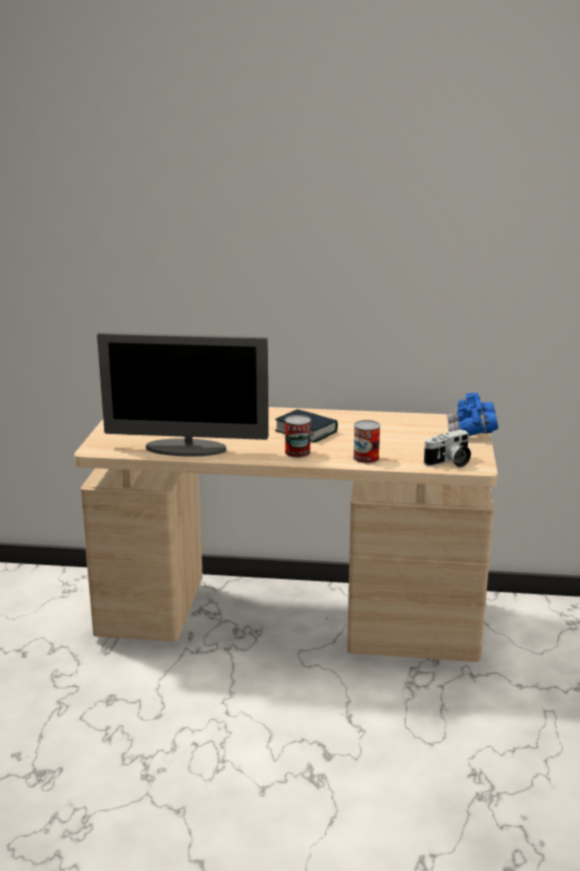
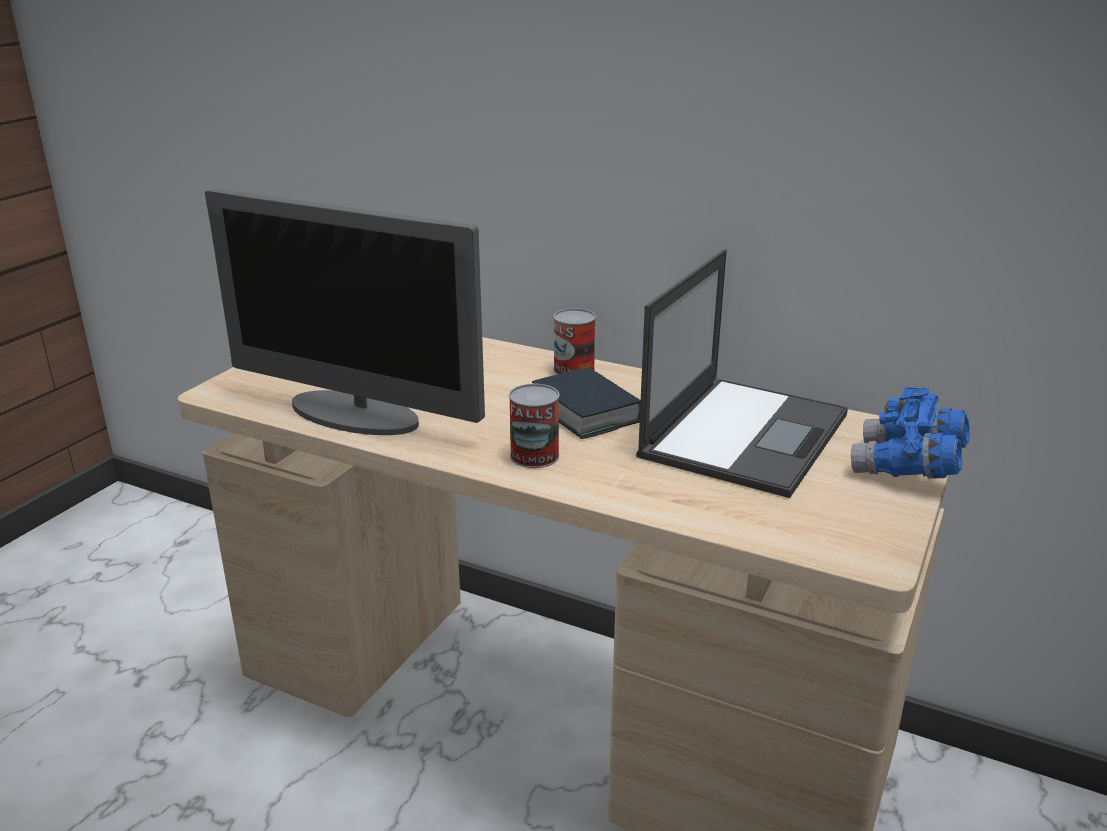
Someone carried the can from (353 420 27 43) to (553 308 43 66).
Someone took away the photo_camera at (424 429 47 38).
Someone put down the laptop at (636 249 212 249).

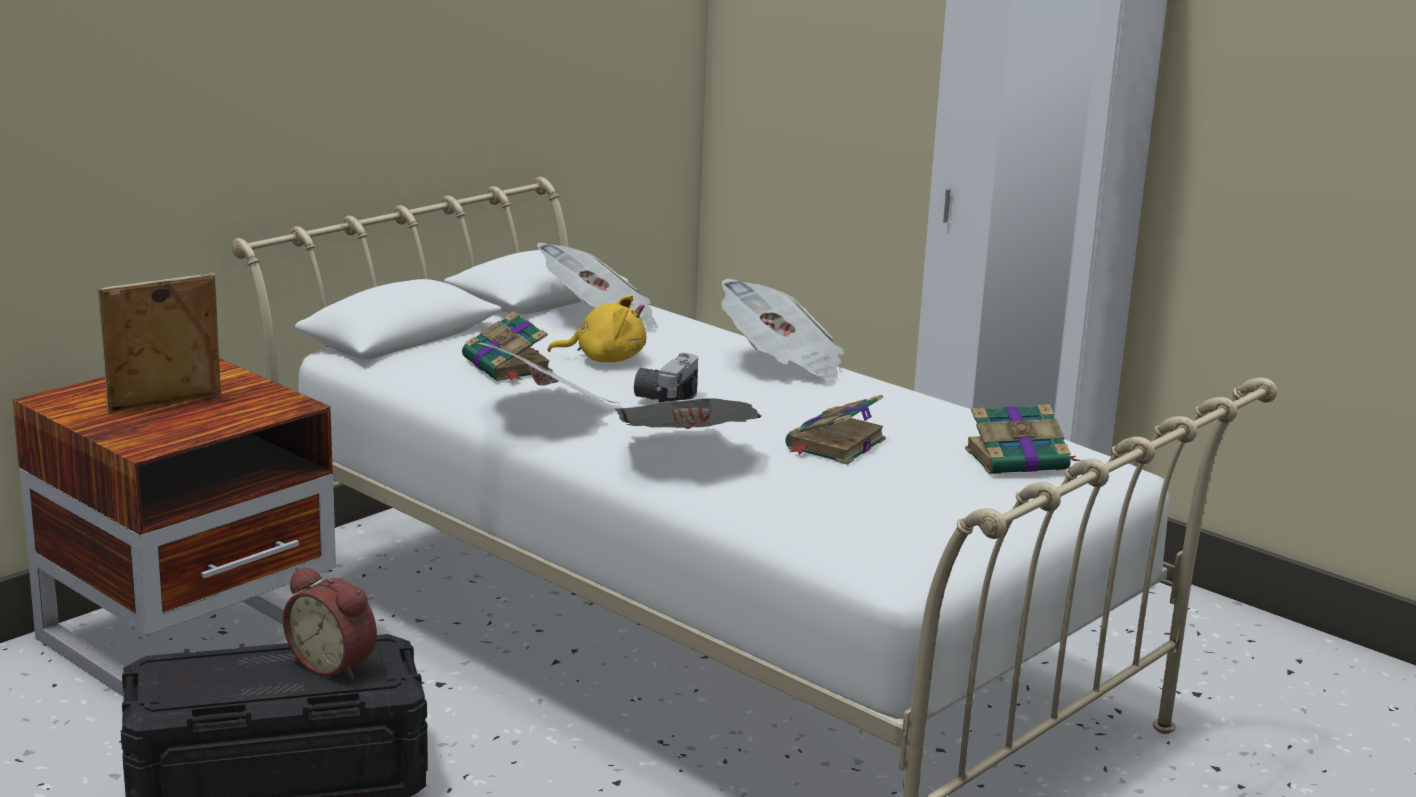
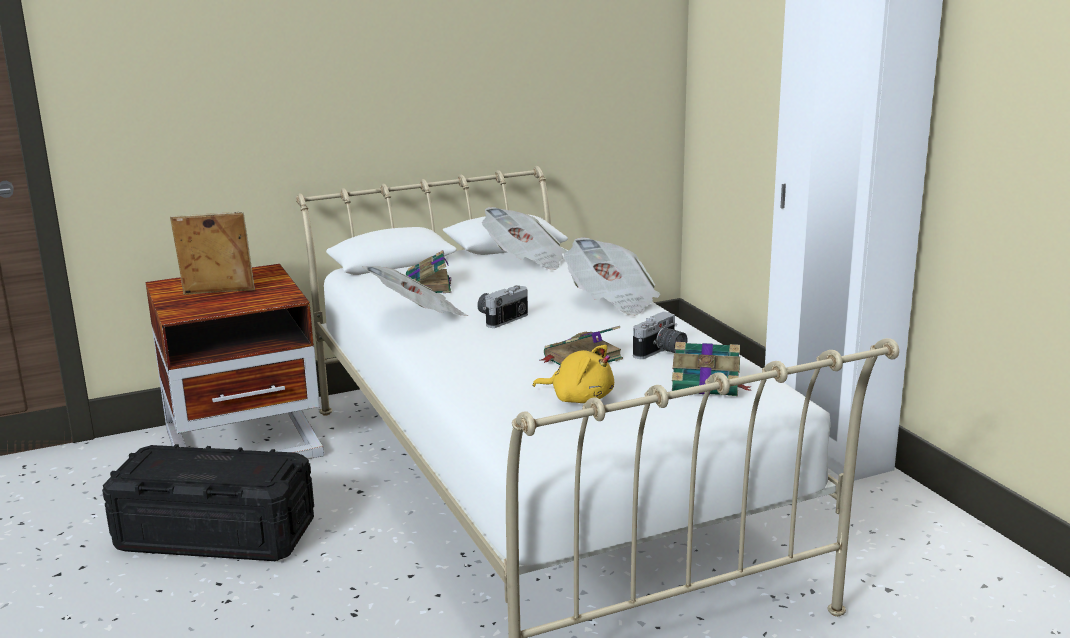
Someone carried the yellow_plush_toy from (548 295 98 67) to (533 345 81 58).
Someone took away the newspaper at (615 398 146 31).
Someone took away the alarm_clock at (283 567 94 113).
Someone put down the photo_camera at (633 311 54 48).

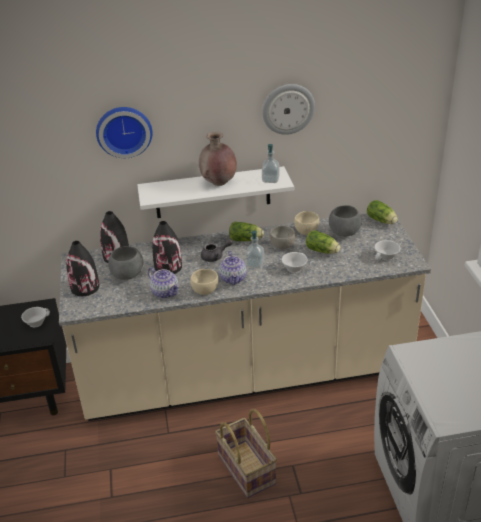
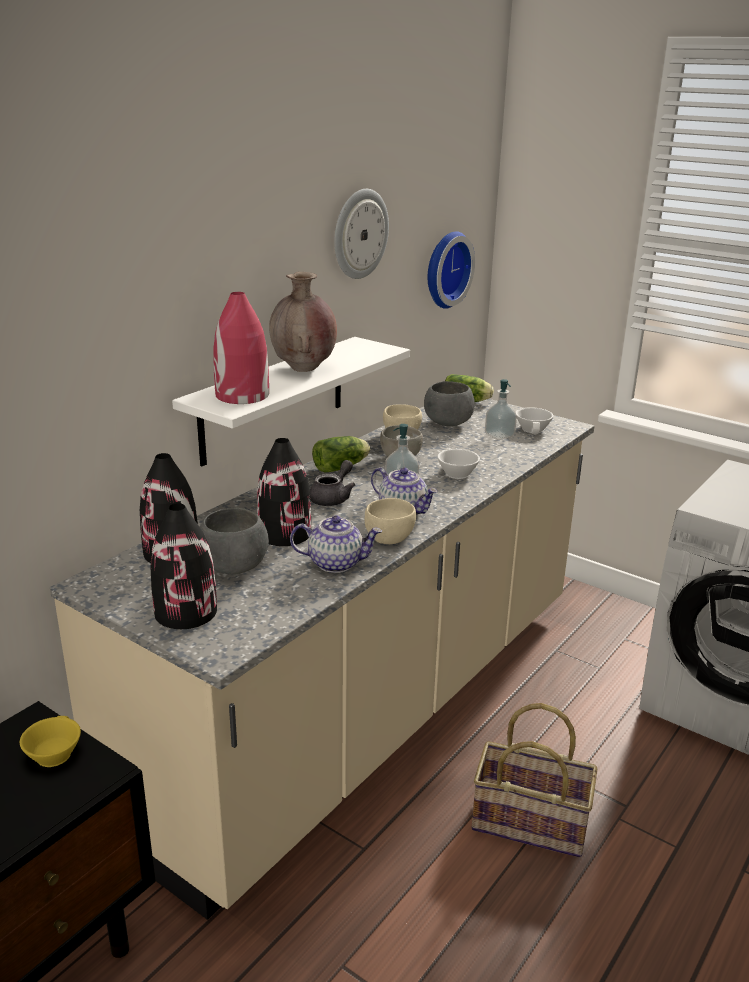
Someone carried the wall_clock from (96 107 56 51) to (428 231 47 78).
Someone carried the soap_dispenser from (262 144 18 39) to (485 379 32 61).
Someone took away the lettuce at (306 230 34 24).
Someone repainted the white_cup at (21 307 29 20), which became the yellow_cup at (20 716 61 51).
Someone put down the red_vase at (213 292 56 112).

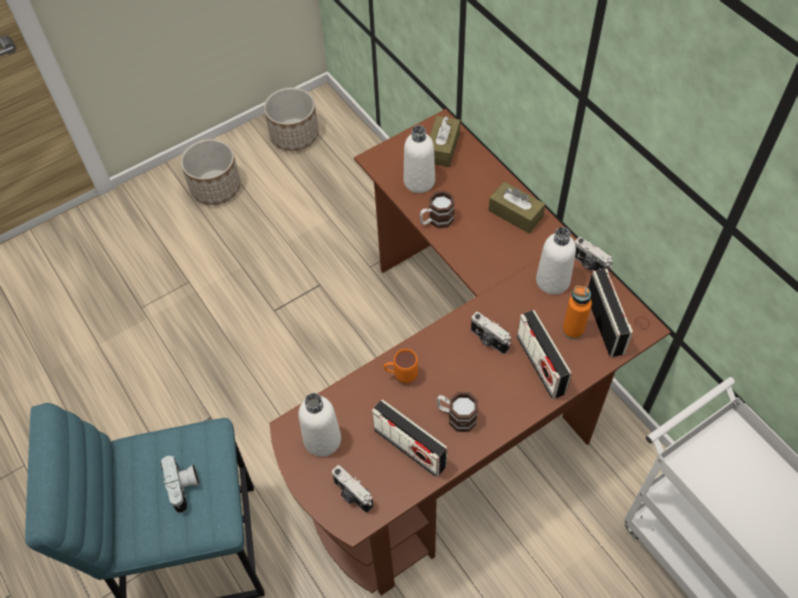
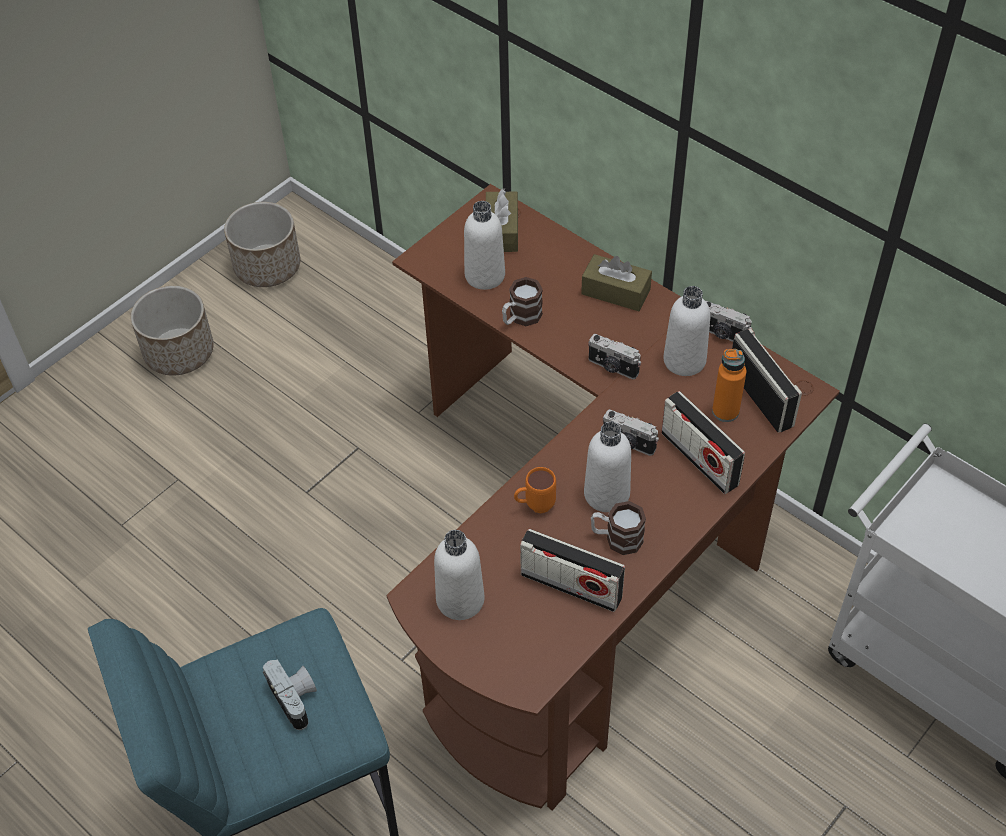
Someone carried the photo_camera from (332 465 41 48) to (588 334 53 45).
Someone put down the white_bottle at (584 422 47 90).

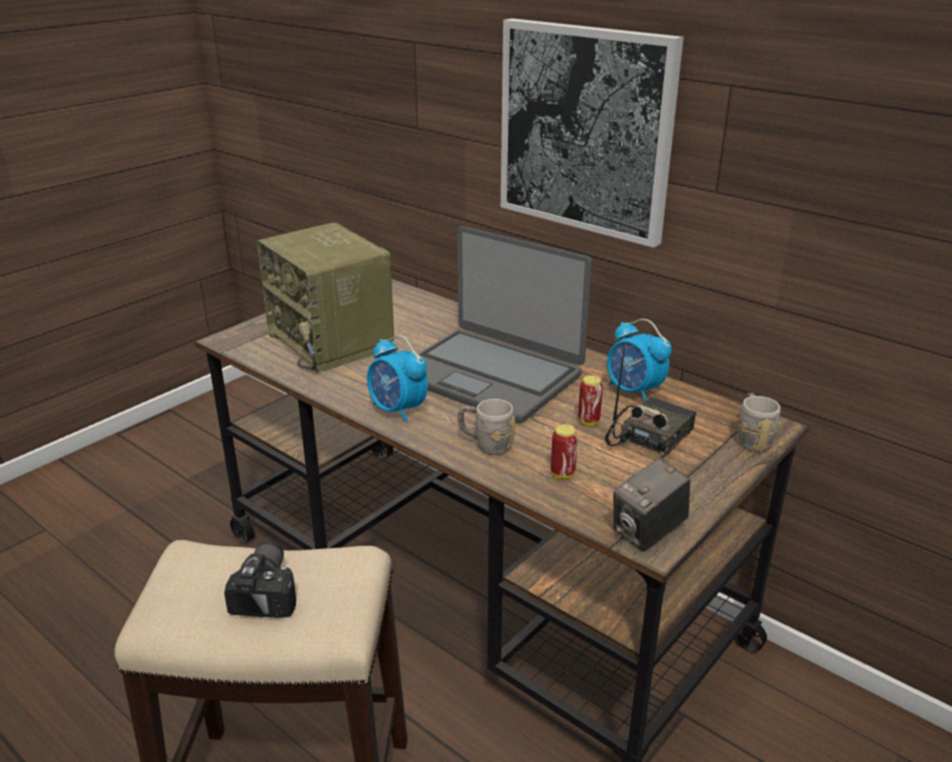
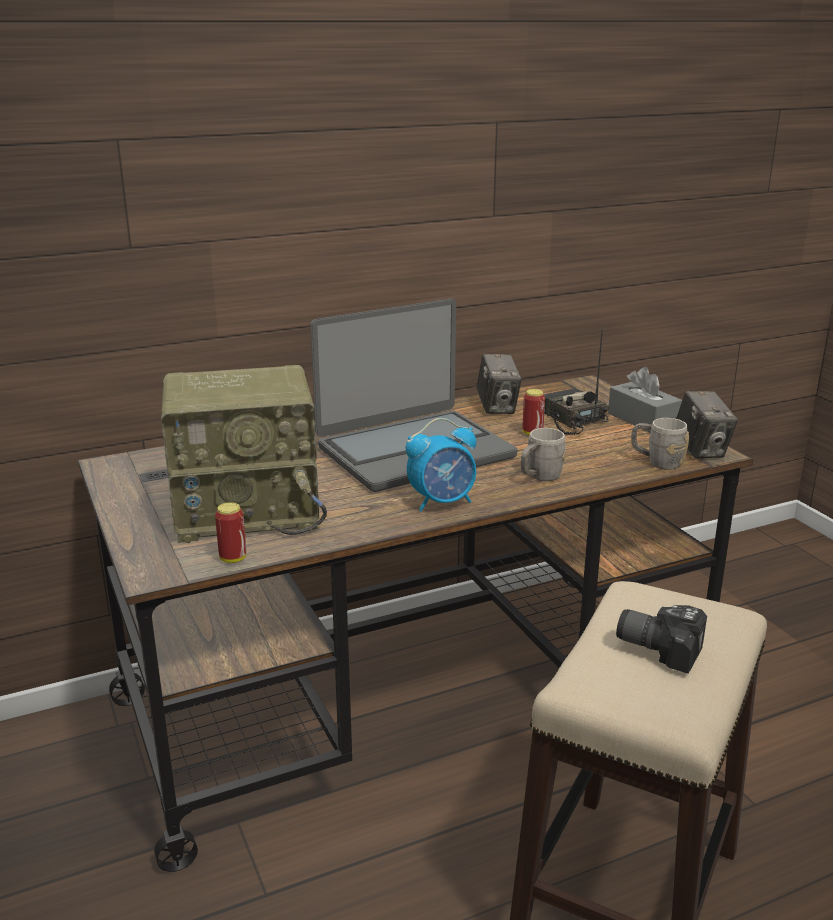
Someone took away the picture at (501 18 183 230).
Someone swapped the alarm_clock at (607 319 65 82) for the photo_camera at (477 354 45 60).
Someone carried the grey_mug from (738 393 43 59) to (631 418 58 52).
Someone carried the can from (551 424 27 55) to (215 502 31 61).
Someone put down the grey_tissue_box at (608 367 74 66).

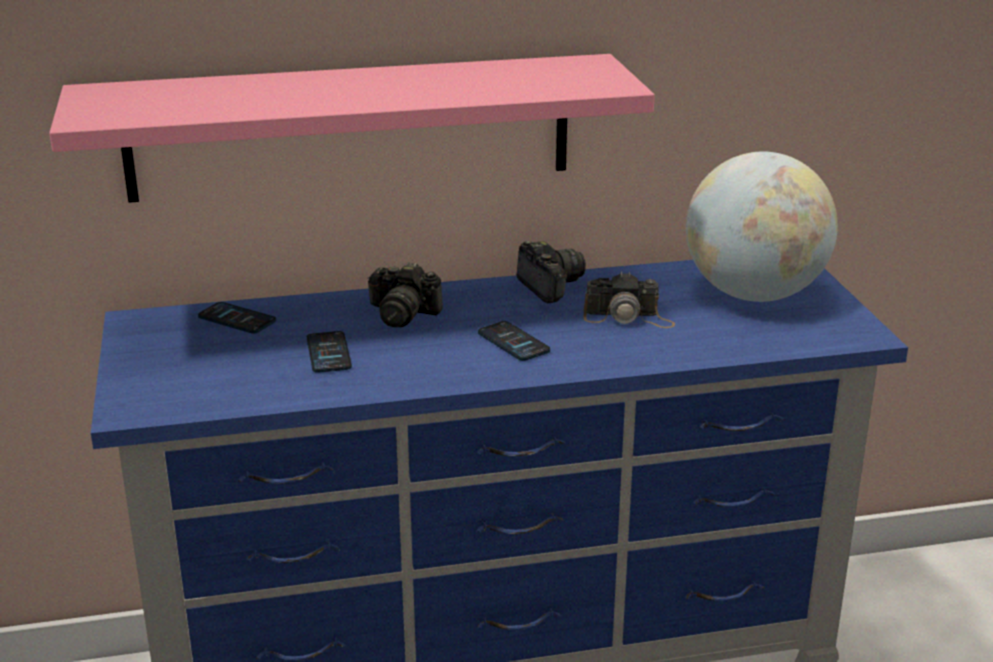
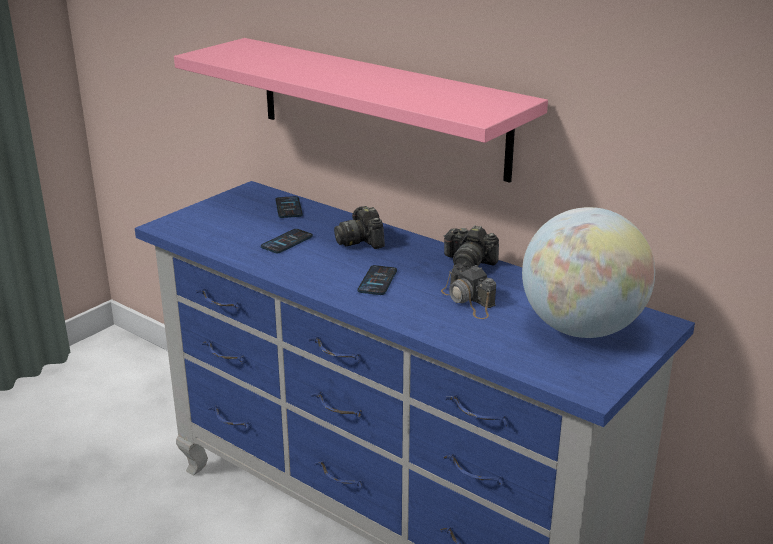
Someone rotated the photo_camera at (517 241 69 62) by 90 degrees clockwise.

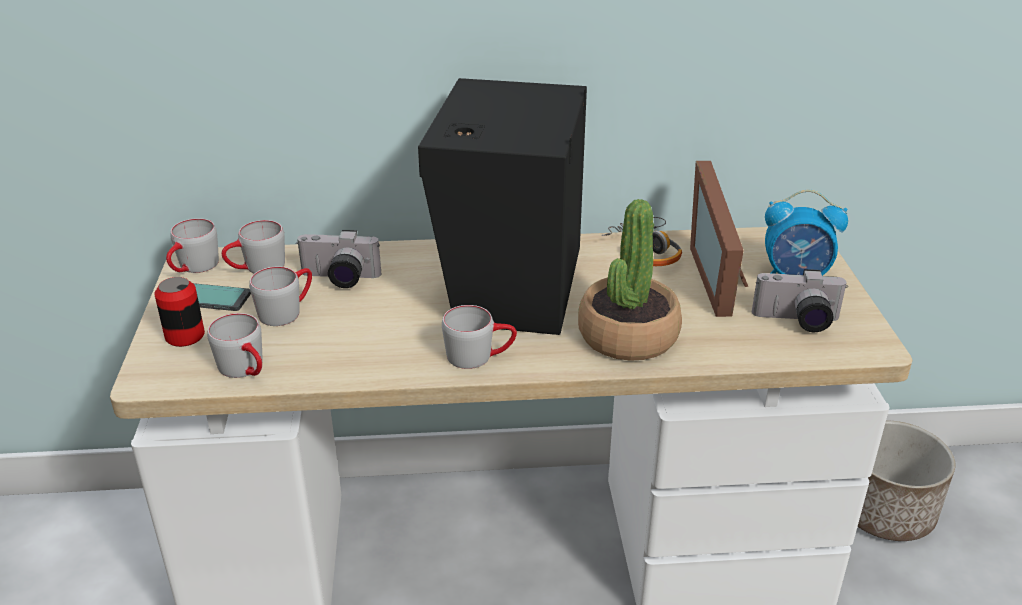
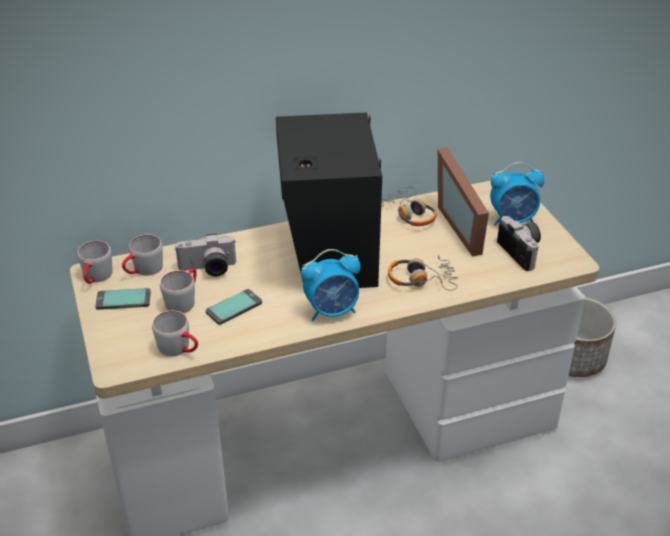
Someone swapped the potted_plant at (578 199 104 162) for the headphones at (388 255 70 36).
Someone rotated the photo_camera at (752 269 96 63) by 105 degrees counterclockwise.
Someone took away the can at (155 277 50 70).
Someone swapped the grey_mug at (442 305 75 64) for the alarm_clock at (301 249 60 72).
Someone put down the phone at (206 289 56 36).

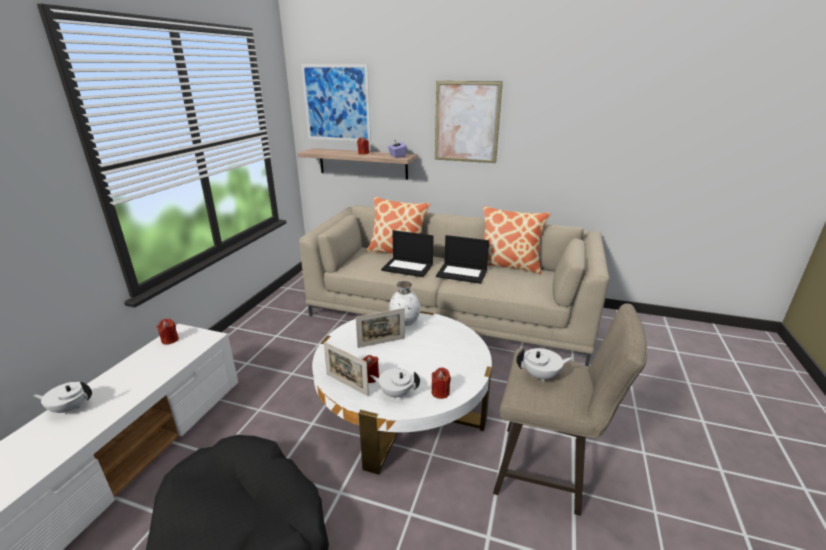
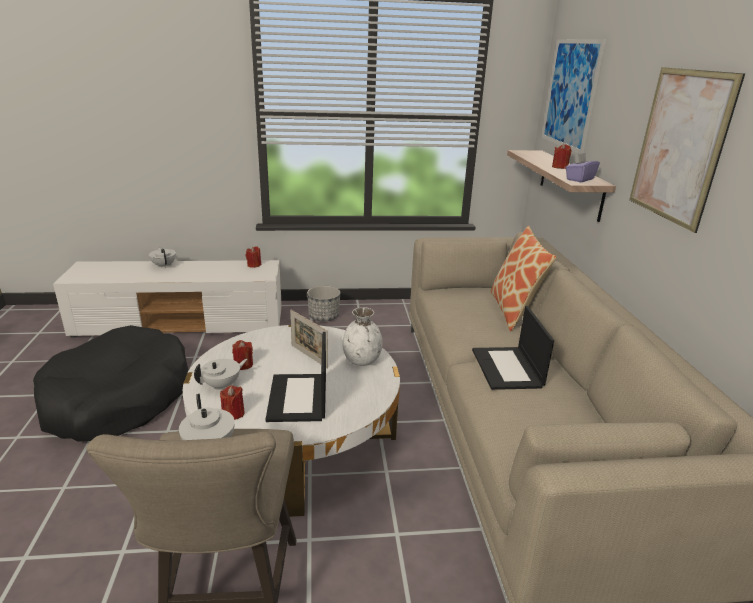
Someone took away the pillow at (483 206 68 68).
Someone carried the laptop from (381 230 53 47) to (266 332 60 90).
Someone took away the picture_frame at (324 342 45 54).
Someone rotated the white_teapot at (370 368 50 31) by 60 degrees clockwise.
Someone put down the planter at (307 286 33 35).

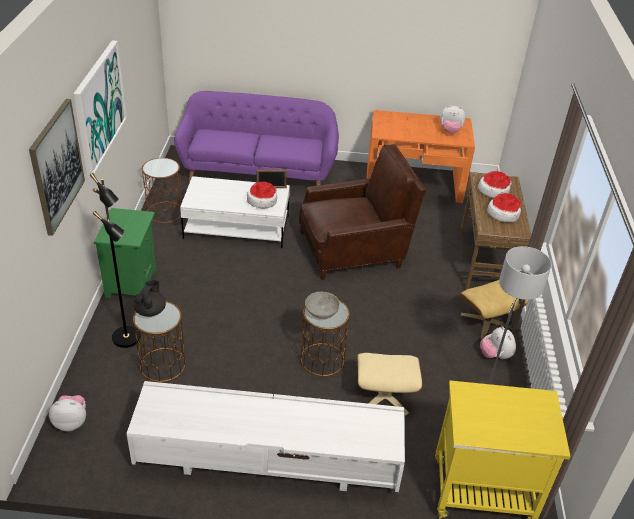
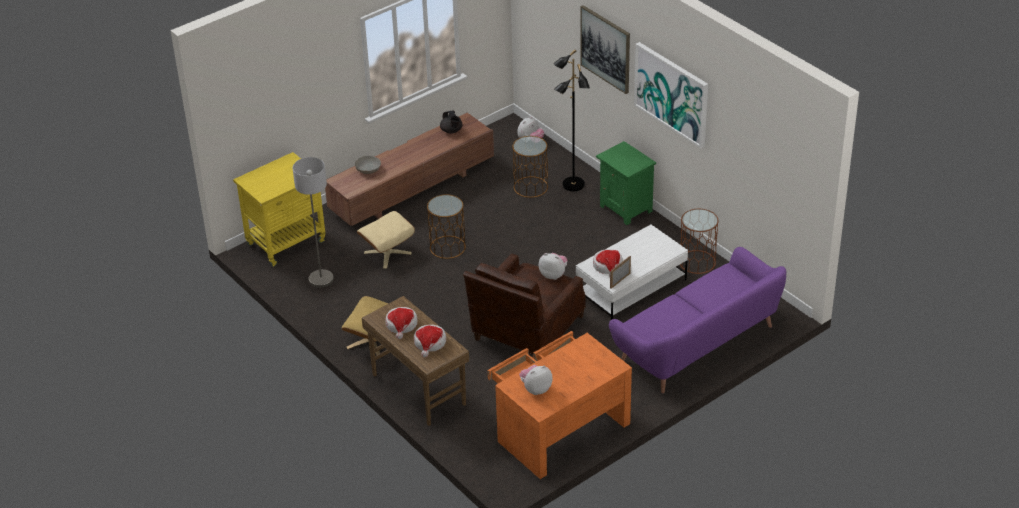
Someone carried the black_teapot from (134 280 32 37) to (440 111 23 23).
Someone carried the grey_bowl from (305 292 35 27) to (355 156 26 18).
Someone carried the plush_toy from (480 326 36 33) to (539 253 28 27).
Someone repainted the white_tv_stand at (127 381 278 111), which became the brown_tv_stand at (325 113 169 113).

